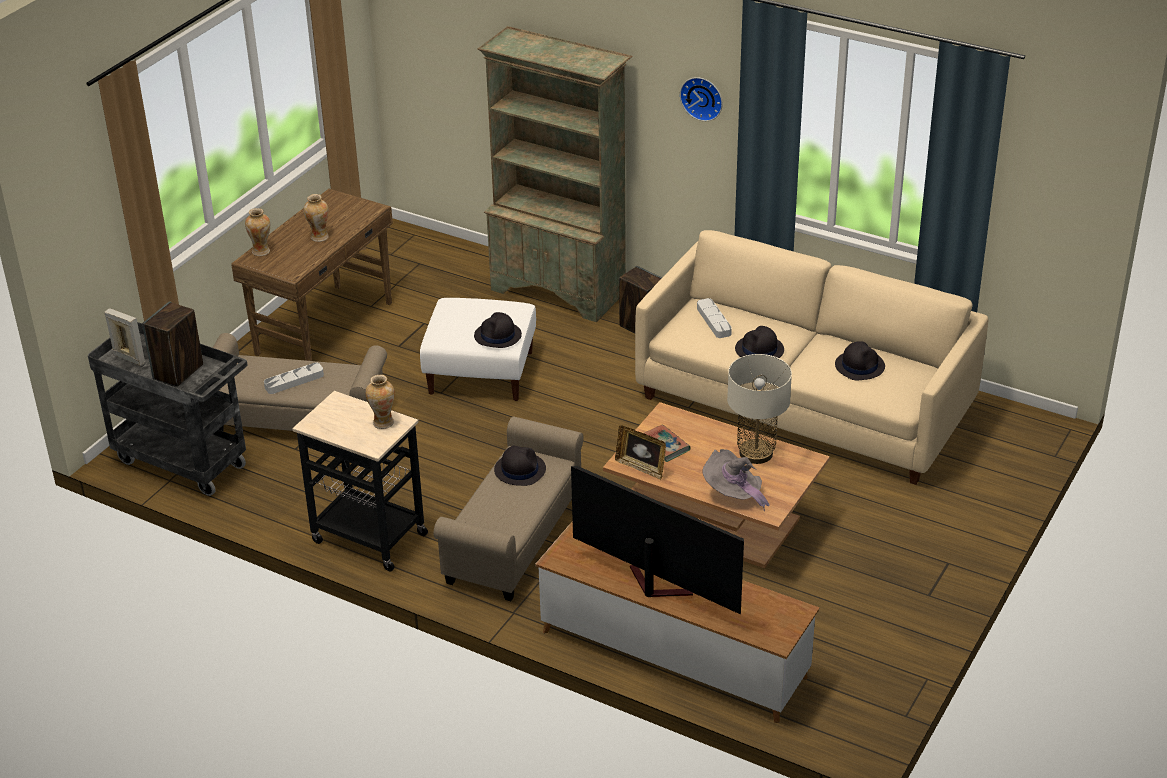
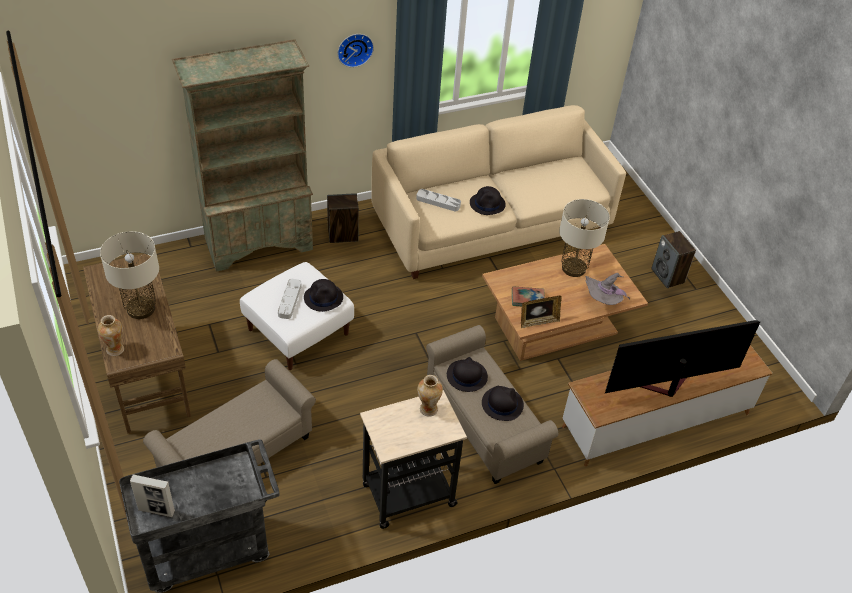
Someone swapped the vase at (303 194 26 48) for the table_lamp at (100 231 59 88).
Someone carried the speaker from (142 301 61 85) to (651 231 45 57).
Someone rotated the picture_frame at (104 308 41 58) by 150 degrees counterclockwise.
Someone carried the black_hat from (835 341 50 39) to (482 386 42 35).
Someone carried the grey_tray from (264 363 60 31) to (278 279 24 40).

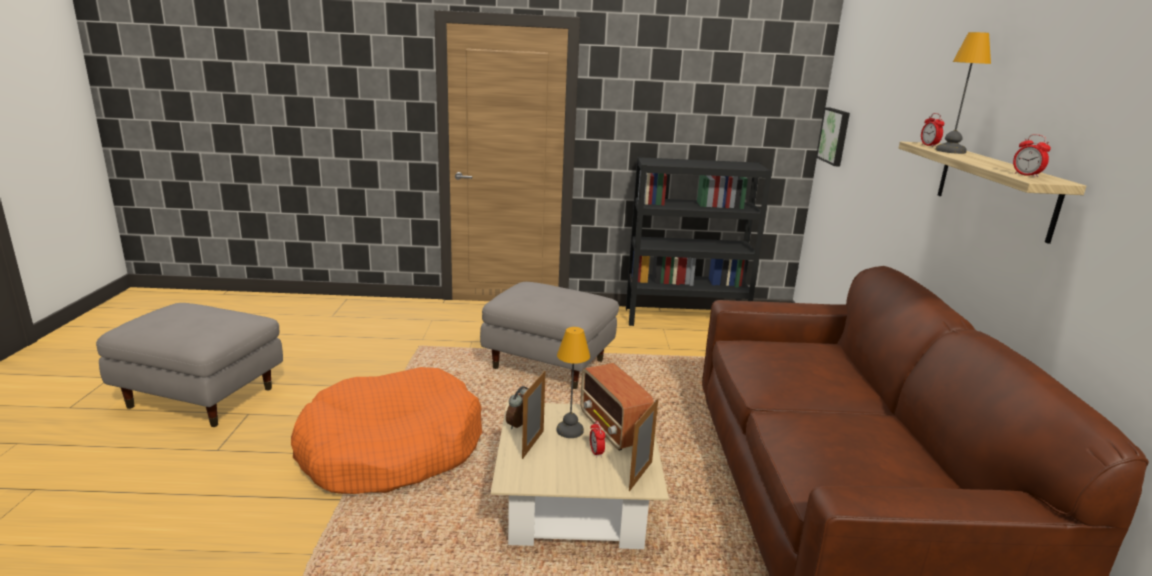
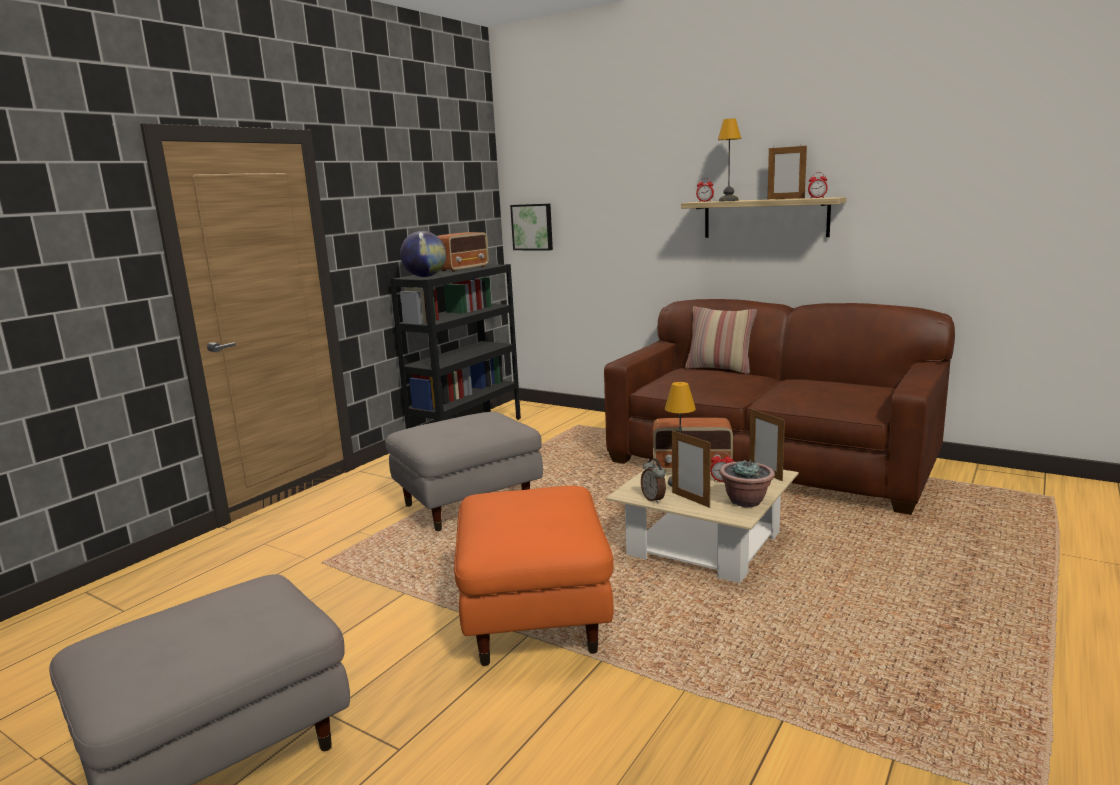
Someone swapped the orange_dog_bed at (291 367 191 127) for the orange_ottoman at (454 486 160 180).
Someone put down the picture_frame at (768 146 39 53).
Someone put down the globe at (400 231 46 46).
Someone put down the radio at (438 232 51 40).
Someone put down the pillow at (685 306 72 68).
Someone put down the potted_plant at (719 459 56 48).

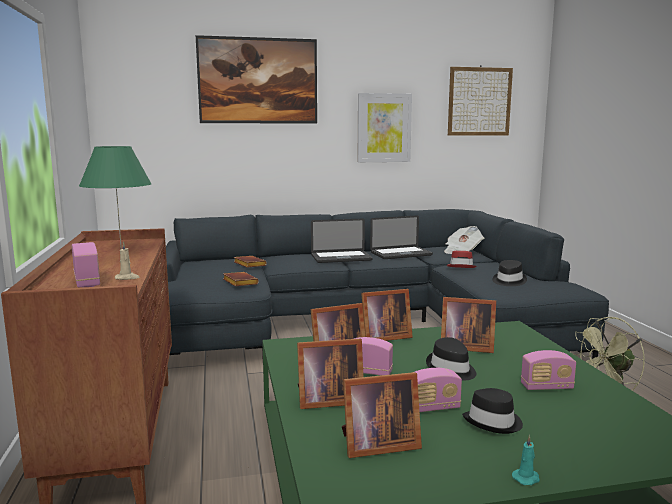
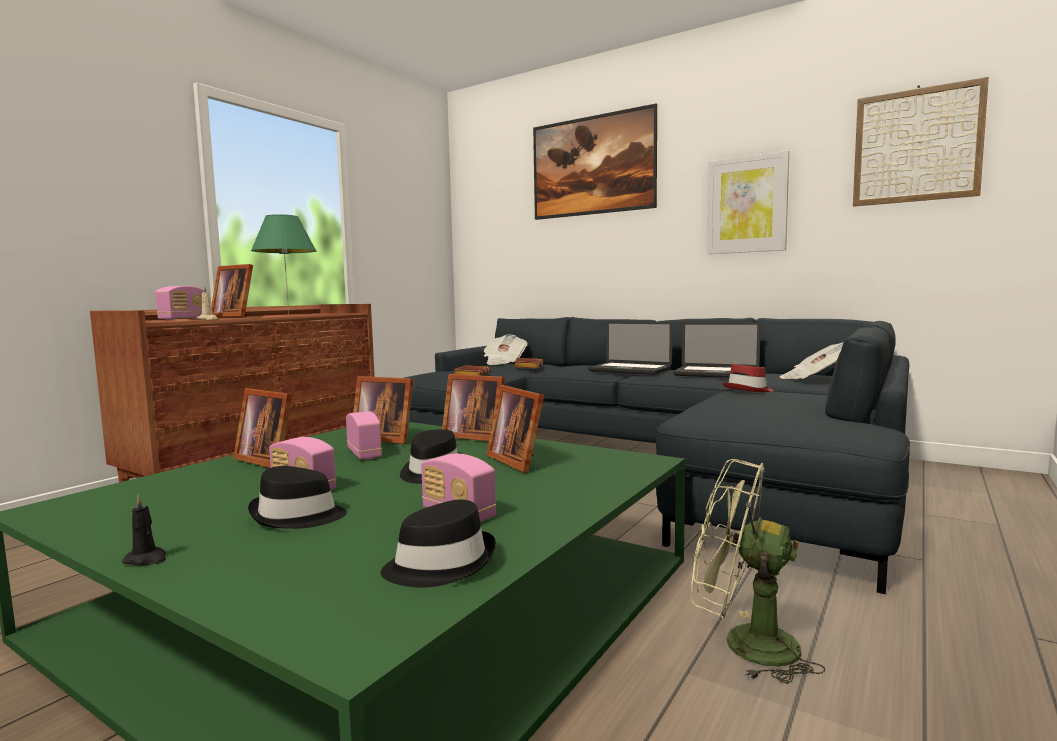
Someone carried the black_hat from (492 260 35 26) to (381 499 115 89).
Someone carried the picture_frame from (342 372 80 86) to (211 264 42 54).
Someone repainted the turquoise_candle at (512 435 28 50), which became the black_candle at (122 494 44 72).
Someone put down the newspaper at (484 335 44 30).

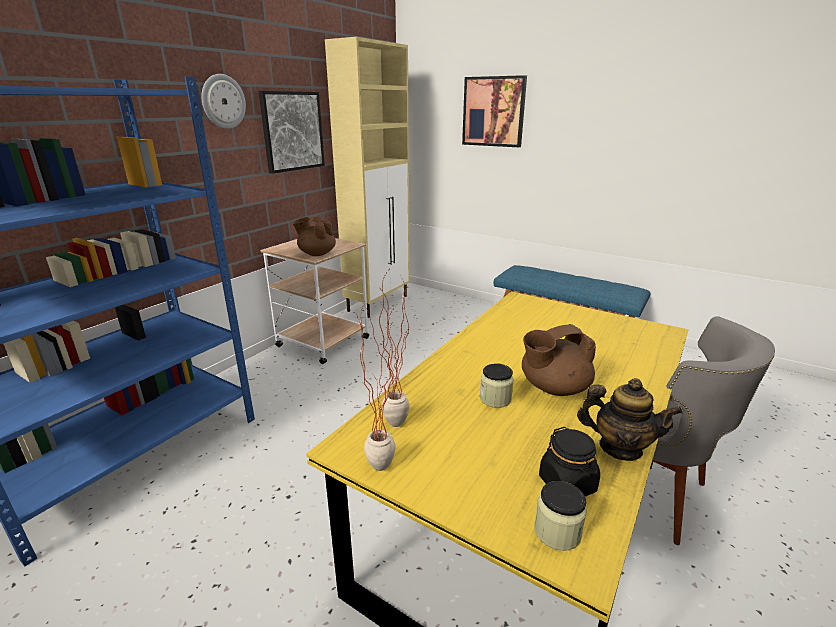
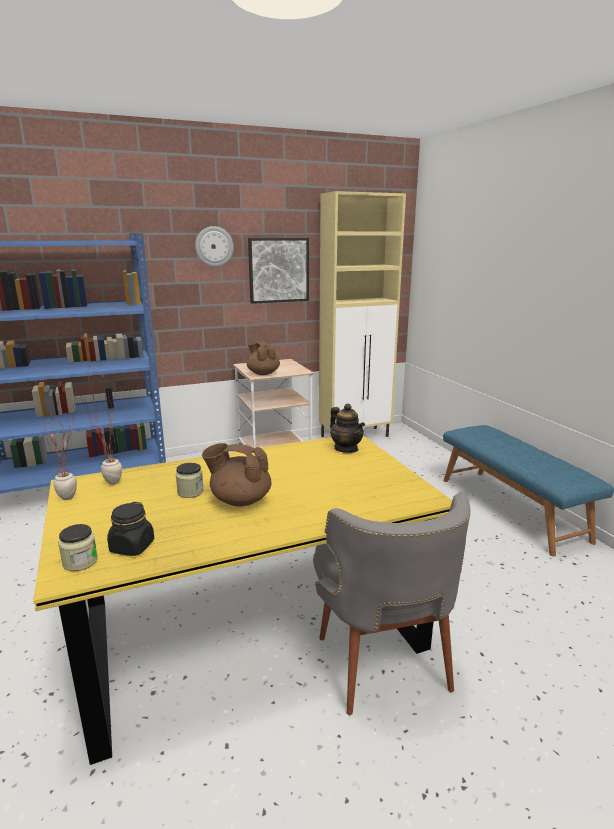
Someone took away the picture at (462 75 65 72).
Someone carried the teapot from (577 378 106 83) to (330 403 35 50).

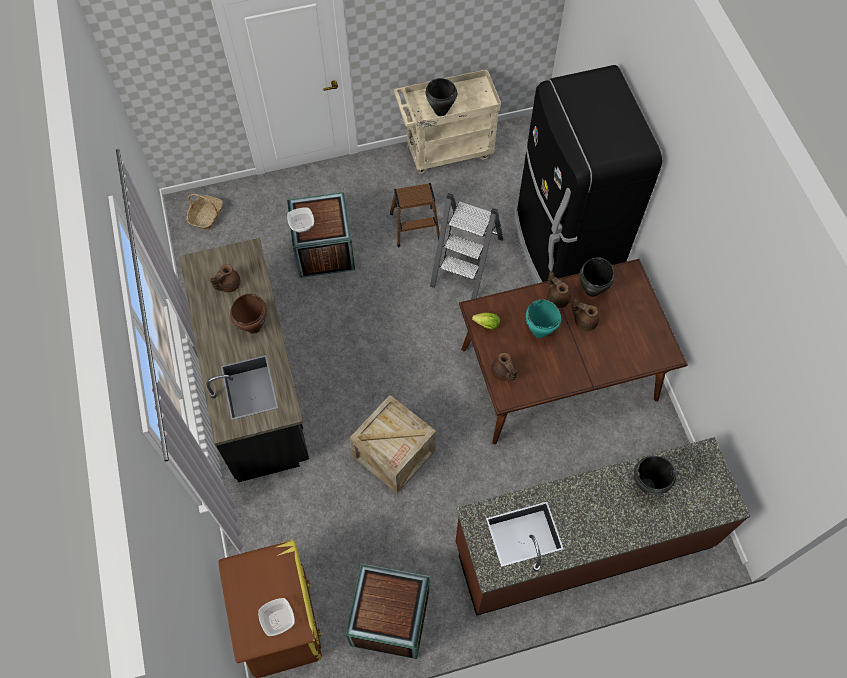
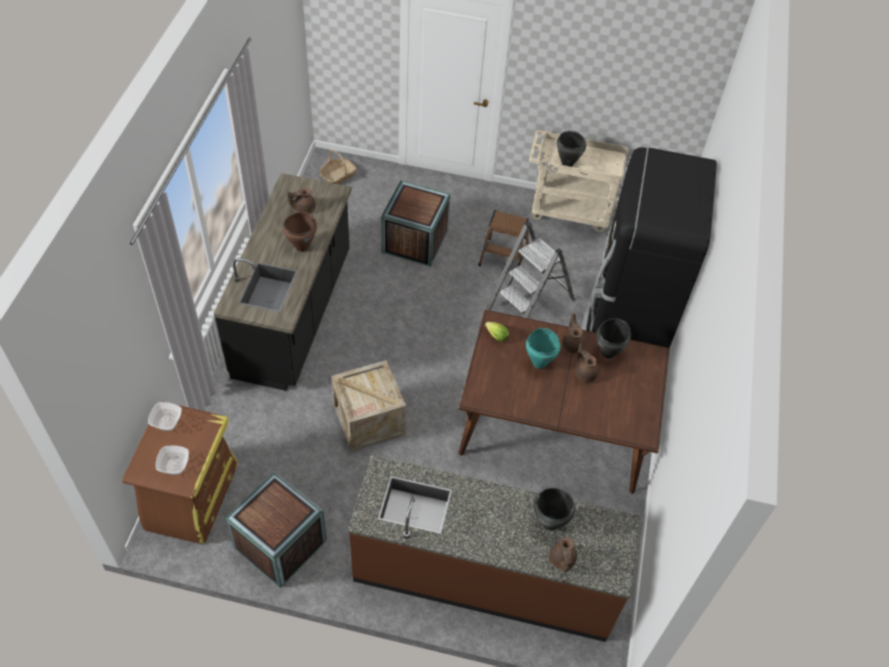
Someone carried the bowl from (287 207 27 26) to (148 402 34 29).
Someone carried the brown_teapot from (491 353 26 28) to (549 537 28 35).

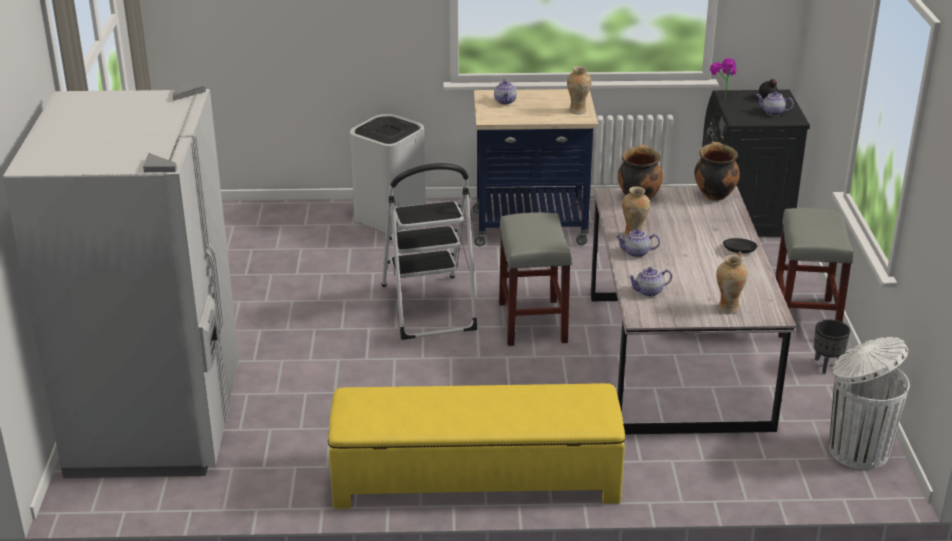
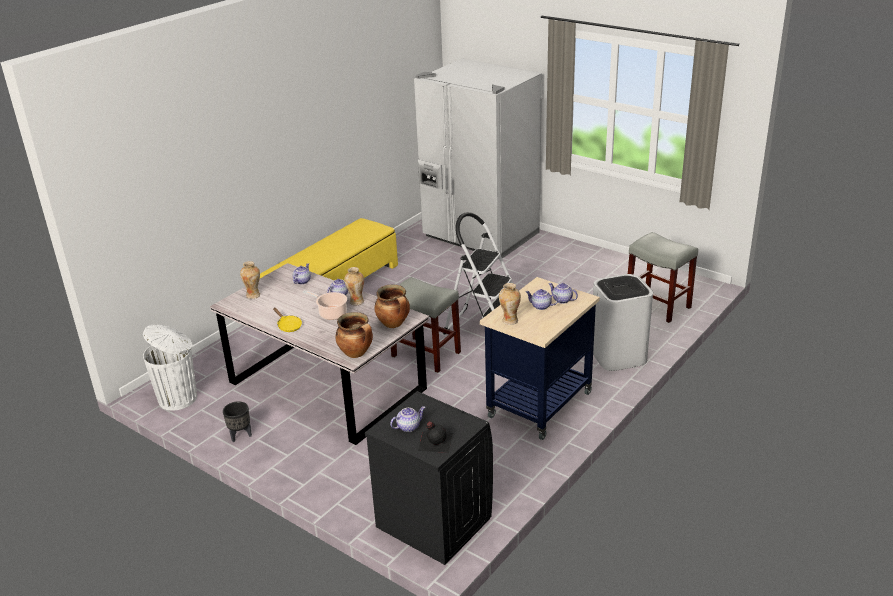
Someone took away the potted_plant at (710 58 27 42).
Someone carried the grey_stool from (775 208 78 130) to (628 232 70 91).
Someone repainted the black_frying_pan at (723 238 34 19), which became the yellow_frying_pan at (273 308 29 24).
Someone put down the teapot at (525 289 33 21).
Someone put down the cooking_pot at (303 290 44 30).

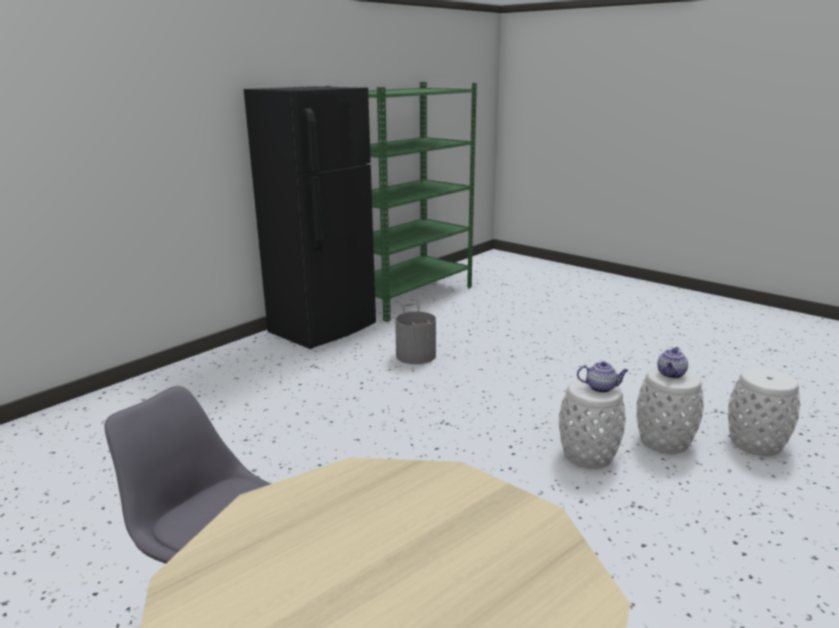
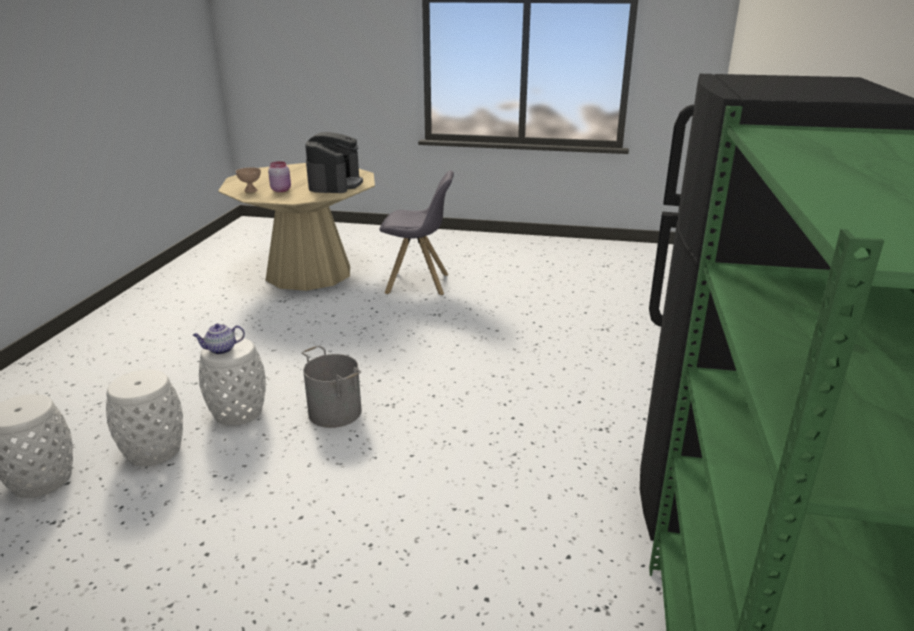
Someone carried the grey_bucket from (395 304 41 60) to (301 345 61 83).
Someone took away the teapot at (657 347 31 31).
Someone put down the coffee_machine at (305 132 58 61).
Someone put down the pink_jar at (268 161 23 31).
Someone put down the beige_bowl at (236 168 25 25).

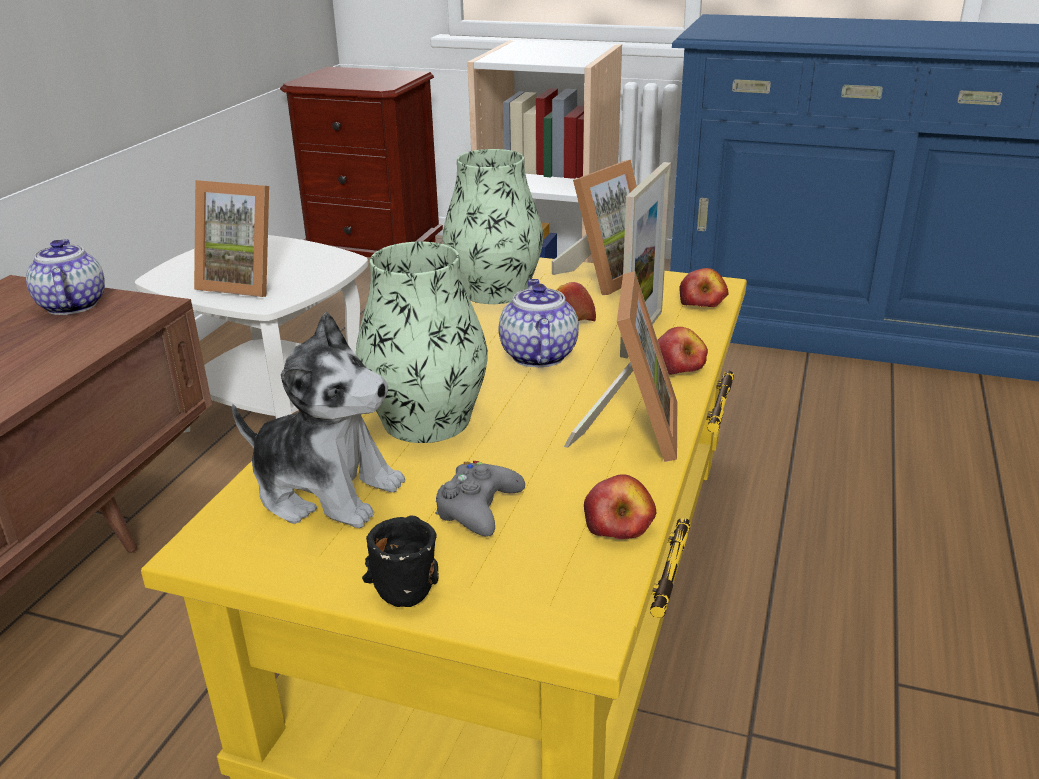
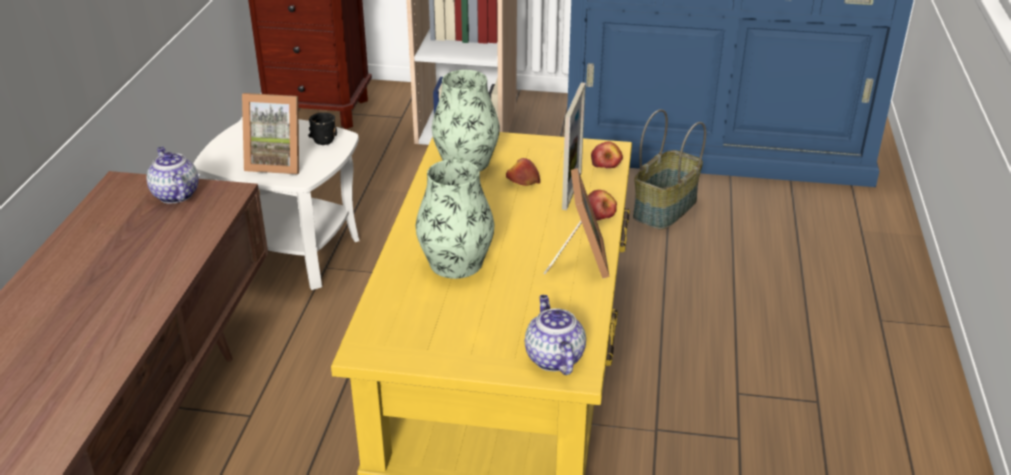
Someone took away the picture_frame at (552 160 85 135).
Someone carried the teapot from (499 279 80 88) to (525 295 61 80).
Someone took away the plush_toy at (232 312 173 216).
Someone took away the grey_game_controller at (435 461 90 76).
Someone took away the apple at (584 474 73 65).
Someone carried the black_mug from (362 515 77 92) to (308 113 29 32).
Someone put down the basket at (633 109 73 120).

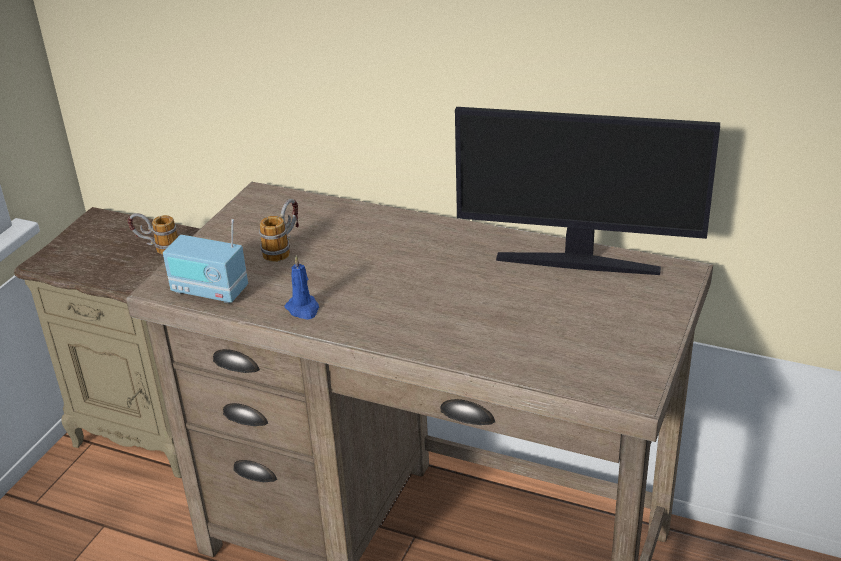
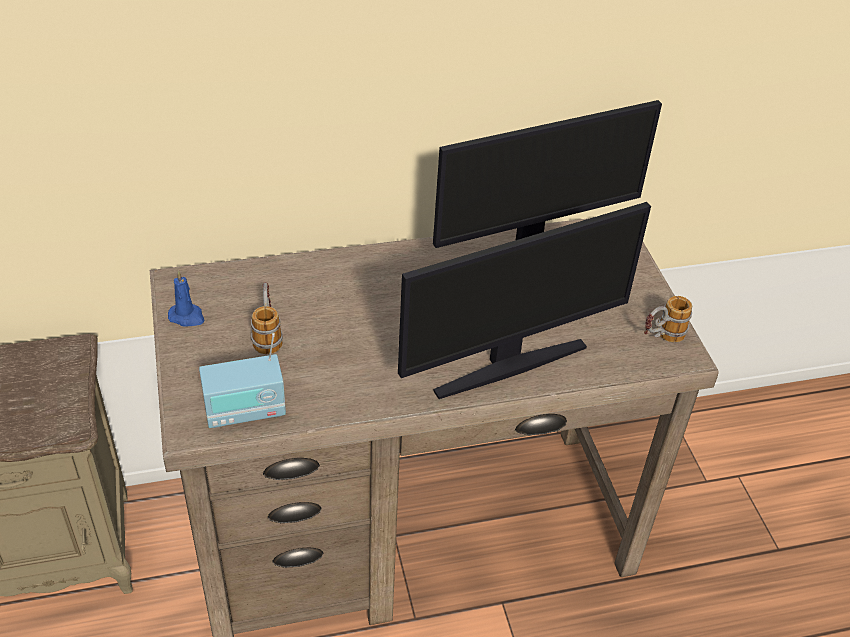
Someone carried the mug from (127 213 52 42) to (644 296 48 46).
Someone carried the blue_candle from (284 256 35 64) to (168 270 37 57).
Someone put down the monitor at (398 202 253 197).

